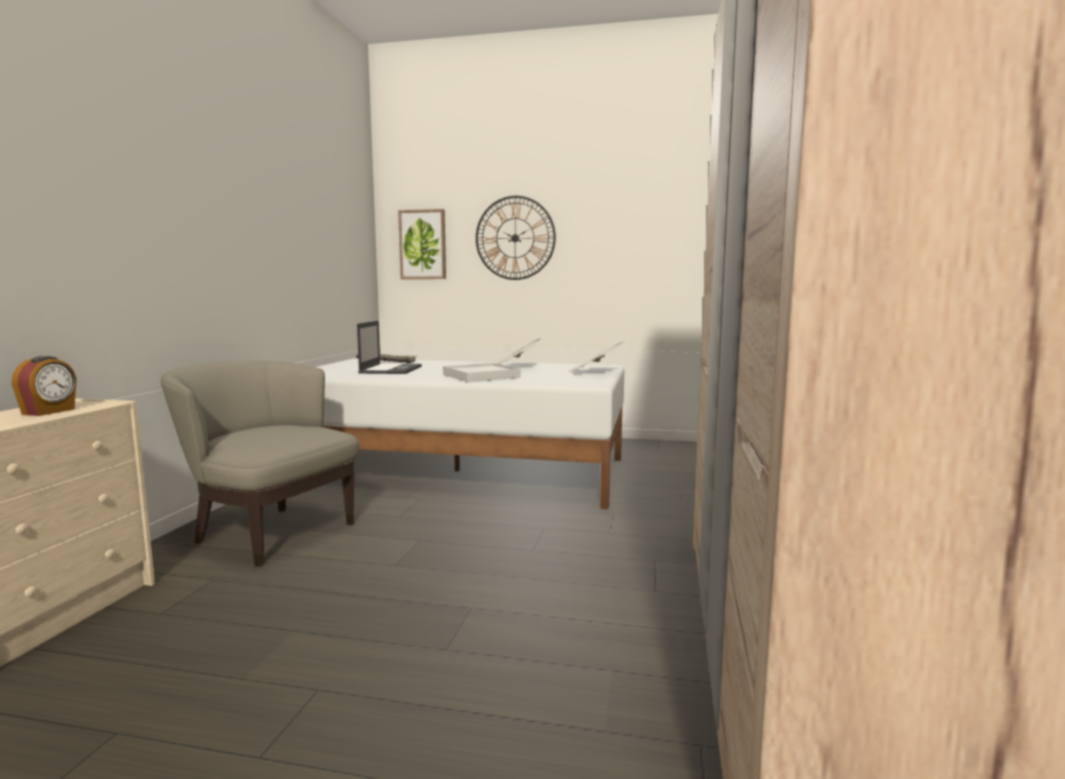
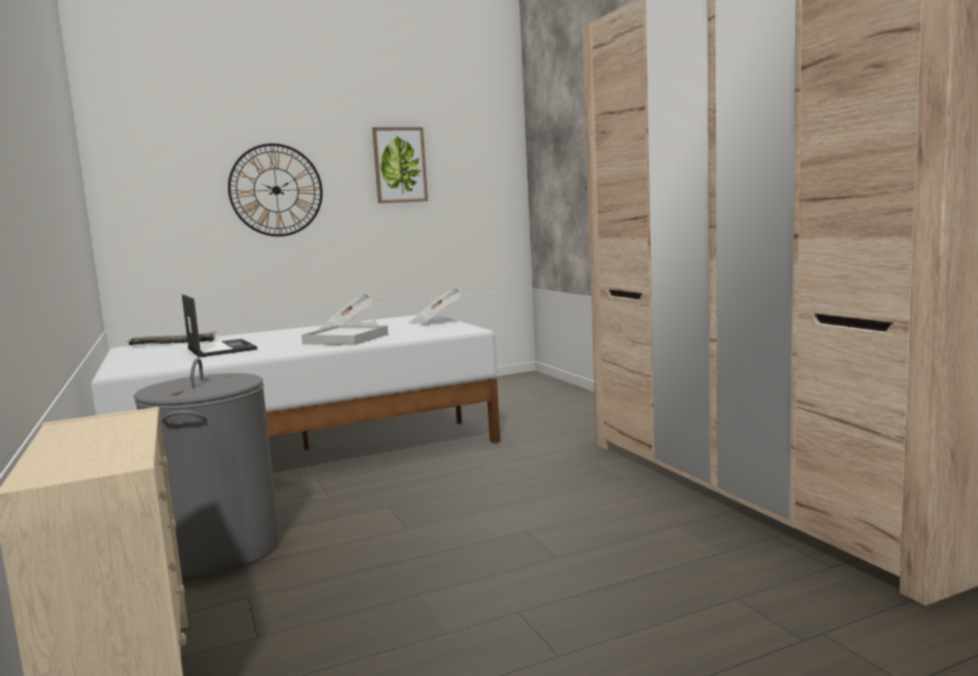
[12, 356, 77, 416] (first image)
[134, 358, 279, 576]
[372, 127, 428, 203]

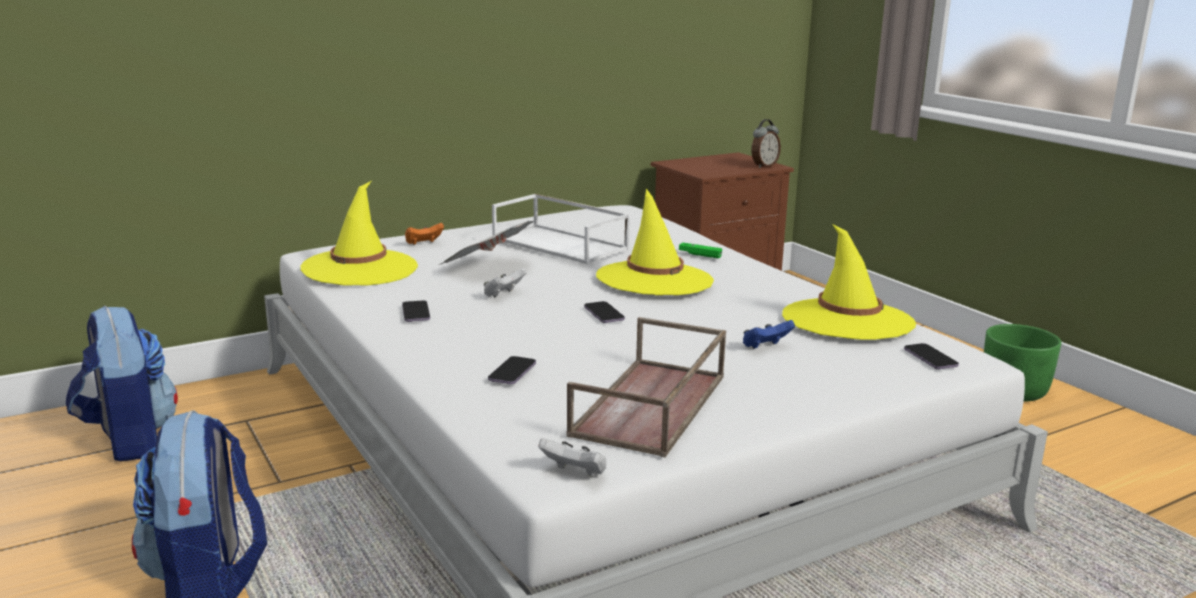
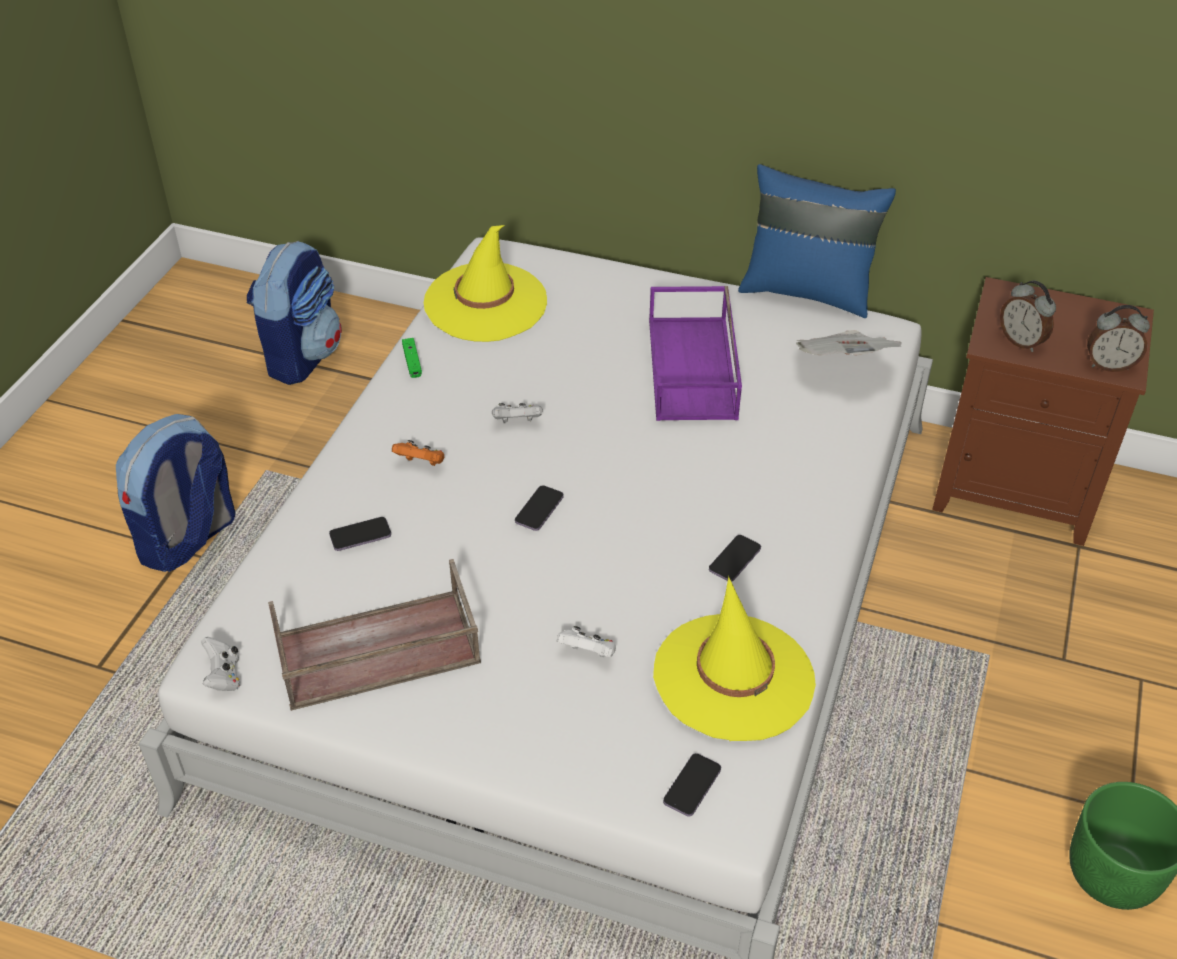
[709, 535, 761, 582]
[392, 440, 445, 466]
[796, 330, 901, 356]
[649, 286, 742, 421]
[596, 189, 714, 295] (first image)
[402, 338, 422, 378]
[557, 626, 616, 657]
[738, 164, 896, 318]
[1000, 280, 1056, 352]

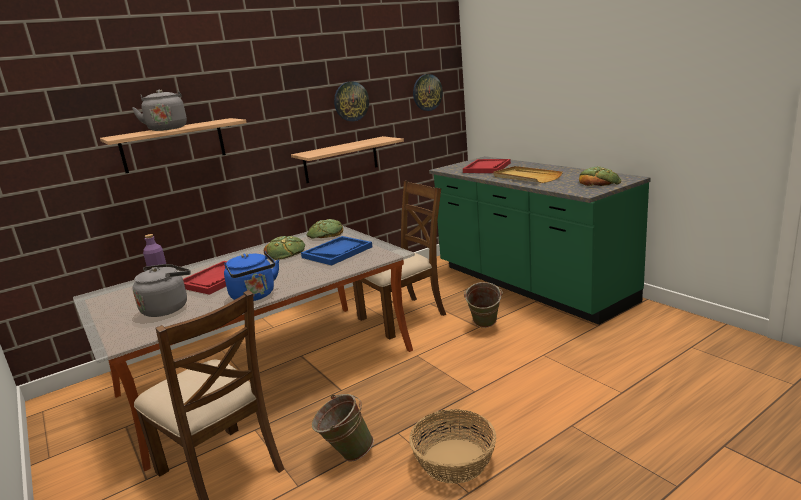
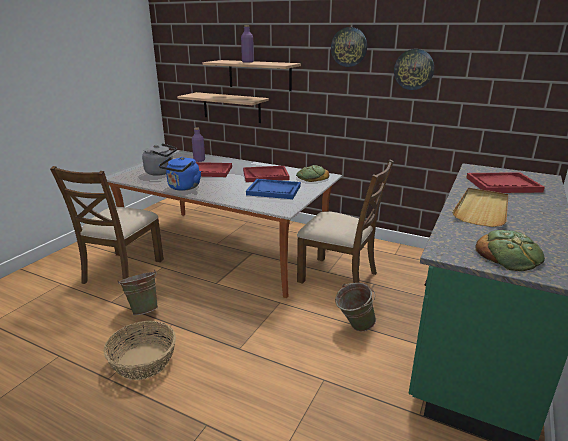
[241, 25, 254, 63]
[243, 166, 290, 182]
[177, 92, 269, 123]
[331, 27, 367, 67]

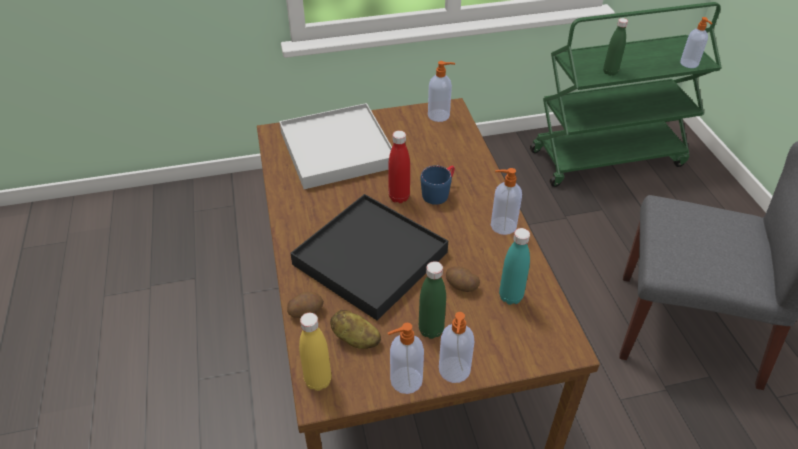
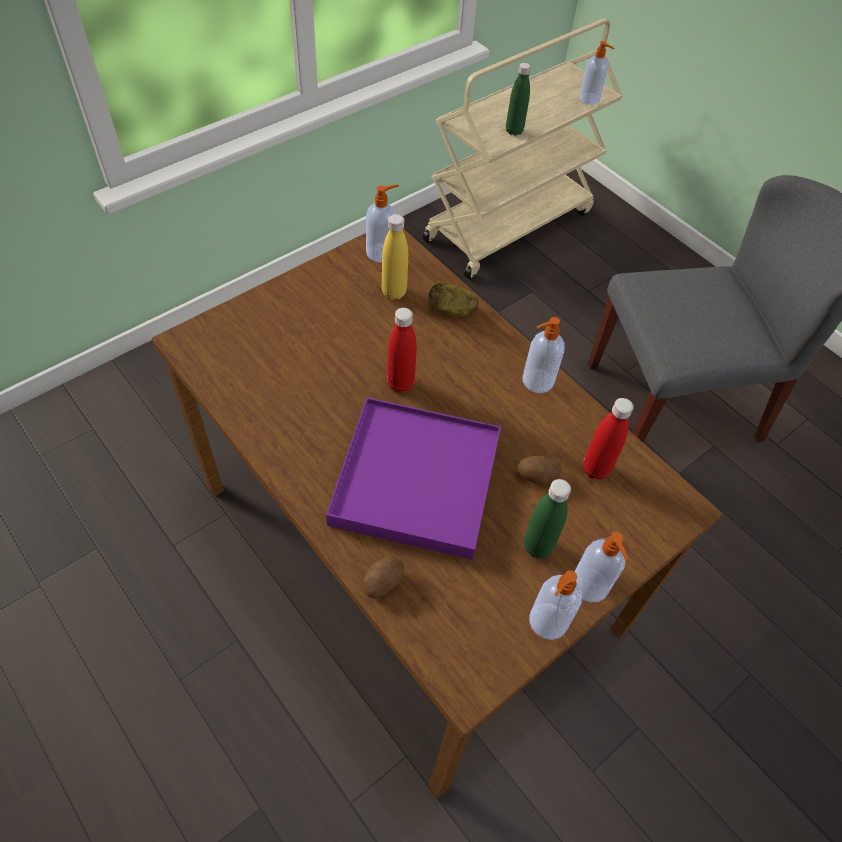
[279, 103, 392, 189] (first image)
[326, 397, 501, 560]
[382, 214, 408, 300]
[429, 283, 479, 316]
[420, 165, 455, 205] (first image)
[583, 398, 634, 480]
[423, 18, 623, 279]

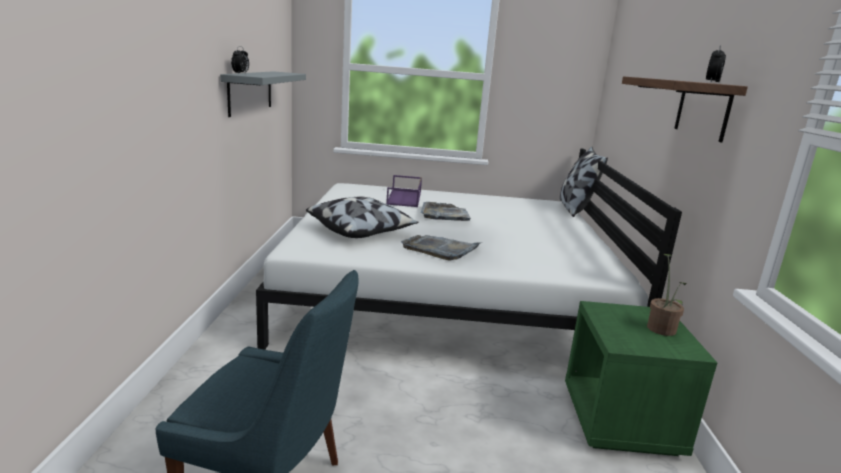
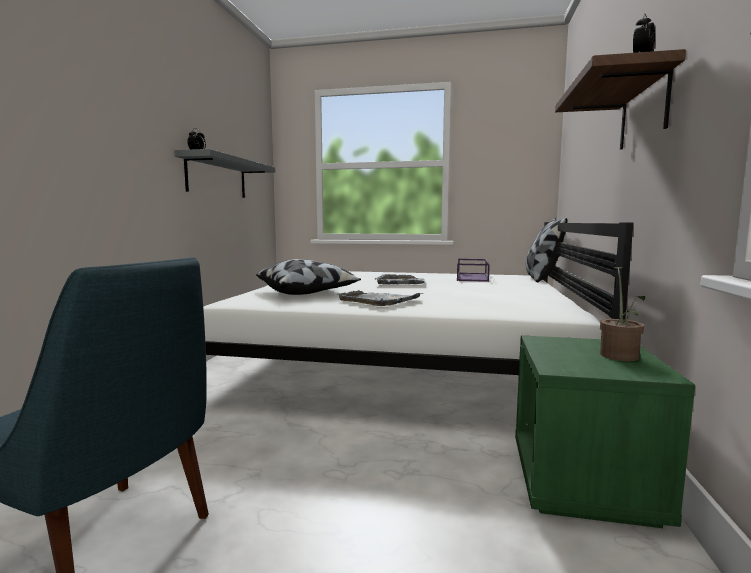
[457, 259, 490, 282]

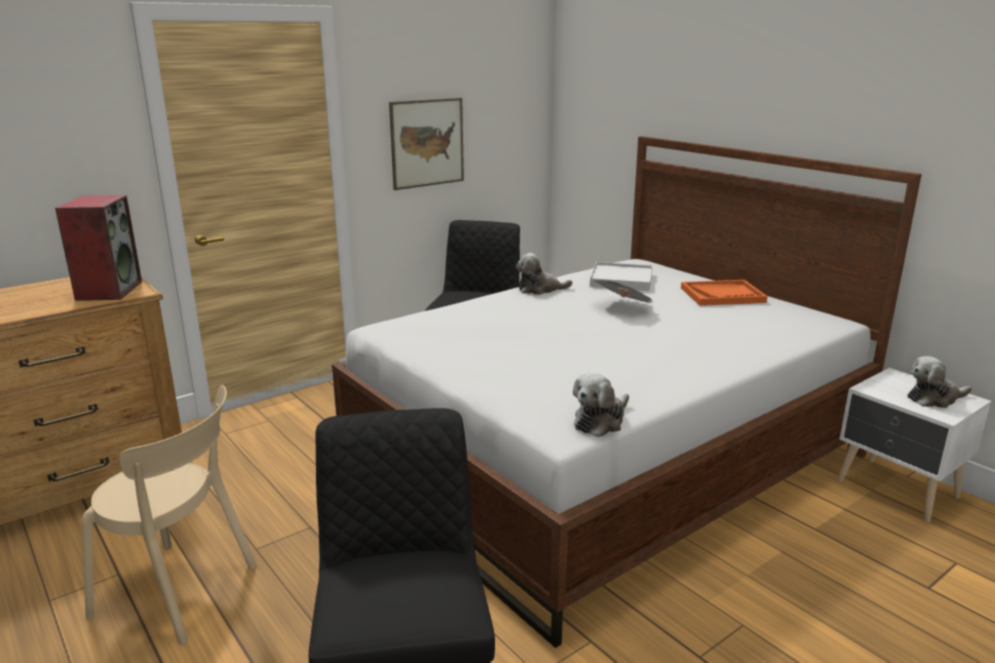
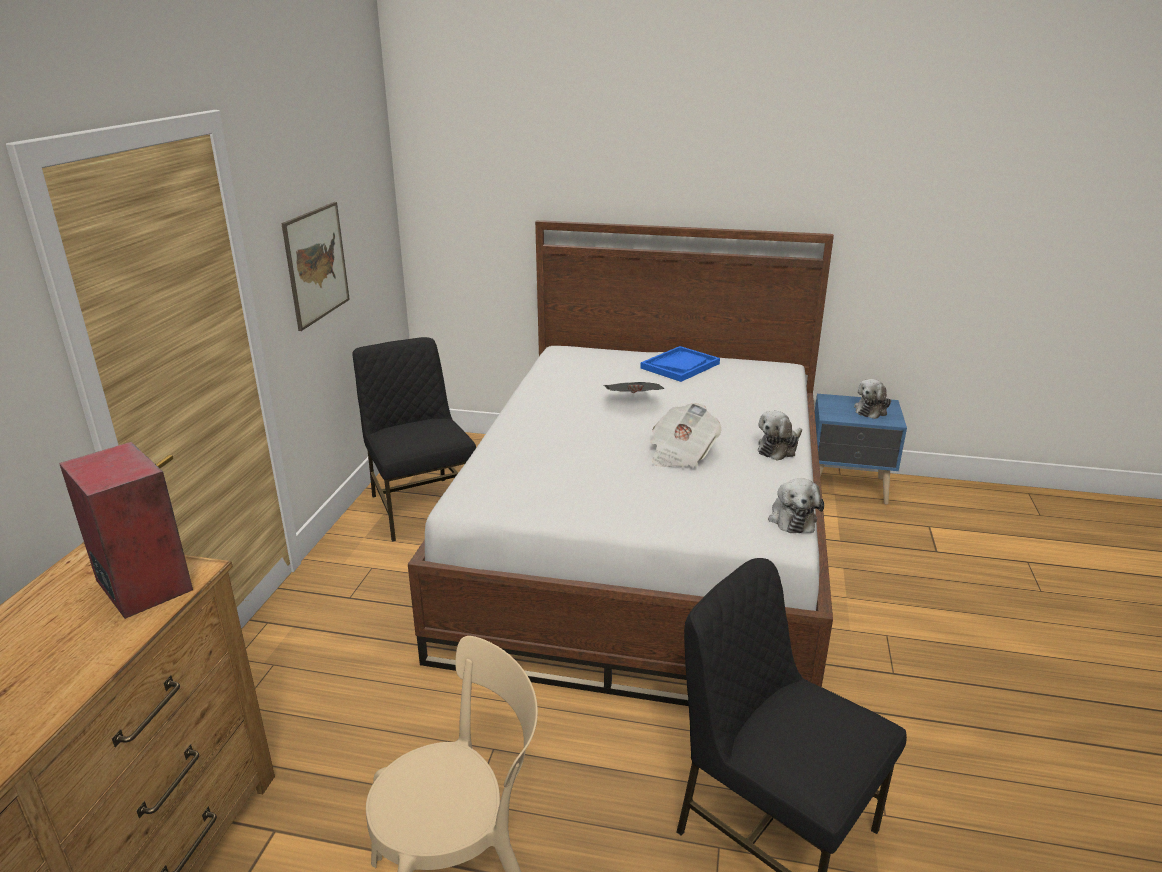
[758, 411, 802, 461]
[590, 262, 653, 291] (first image)
[640, 346, 720, 382]
[815, 394, 907, 505]
[651, 403, 722, 467]

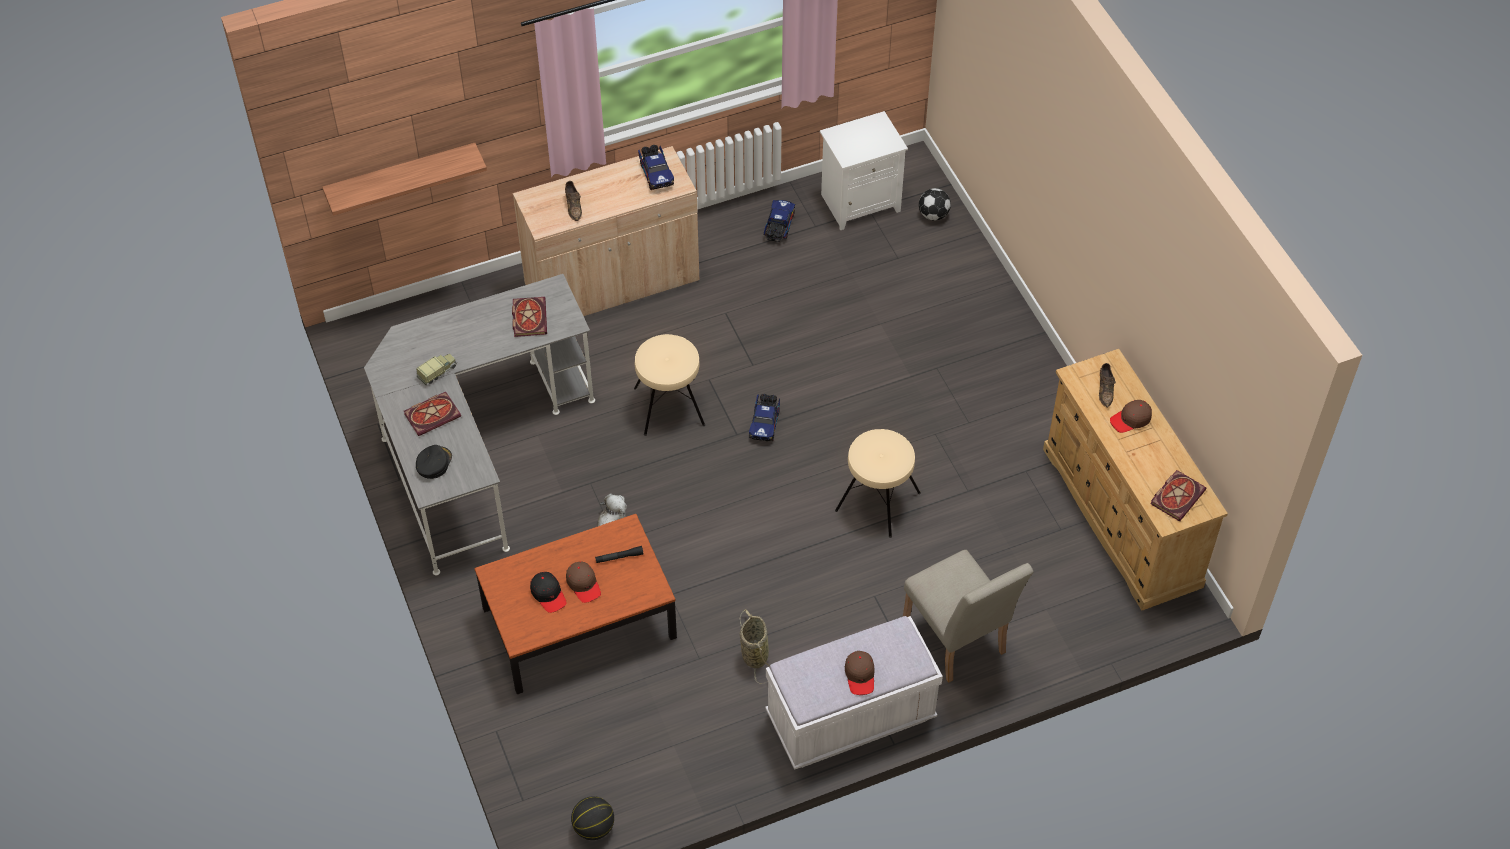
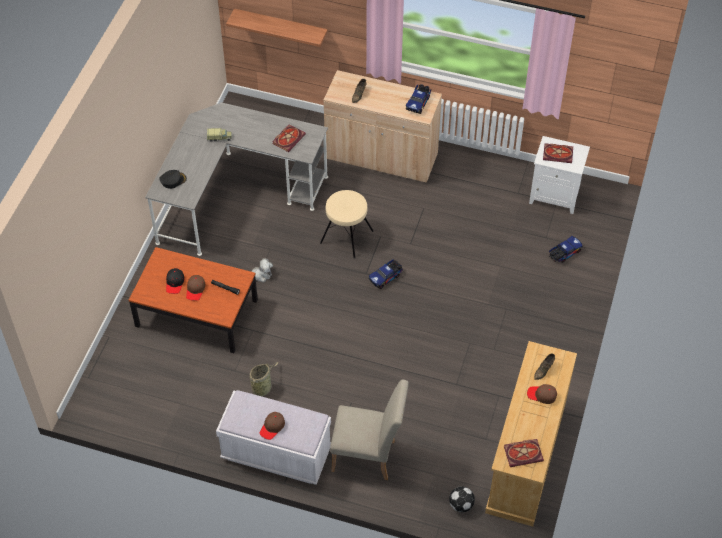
[543, 143, 573, 163]
[571, 796, 614, 840] (first image)
[549, 236, 583, 263]
[835, 429, 921, 538] (first image)
[330, 379, 409, 480]
[449, 486, 475, 512]

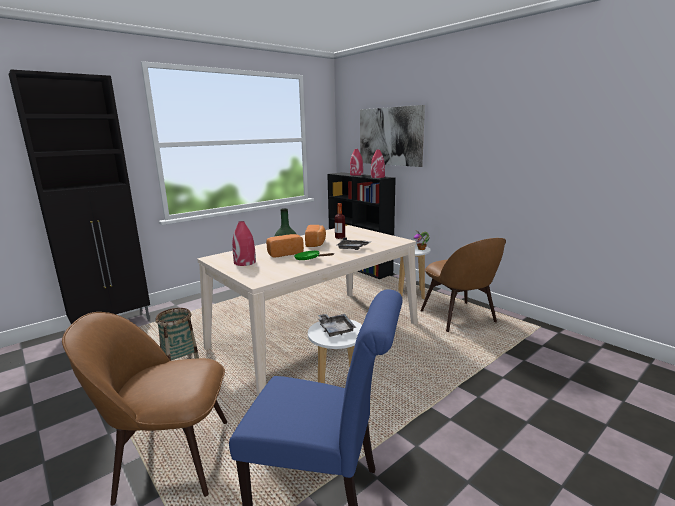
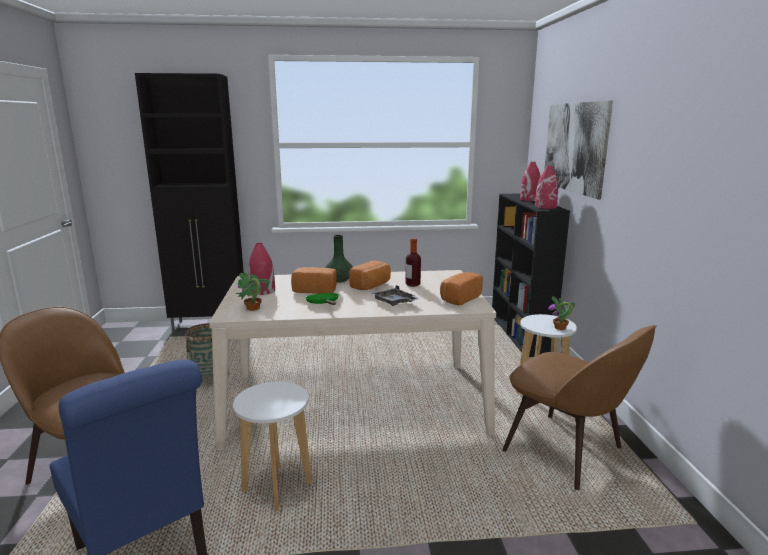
[318, 314, 356, 337] (first image)
[502, 325, 656, 490]
[235, 273, 270, 311]
[440, 272, 483, 305]

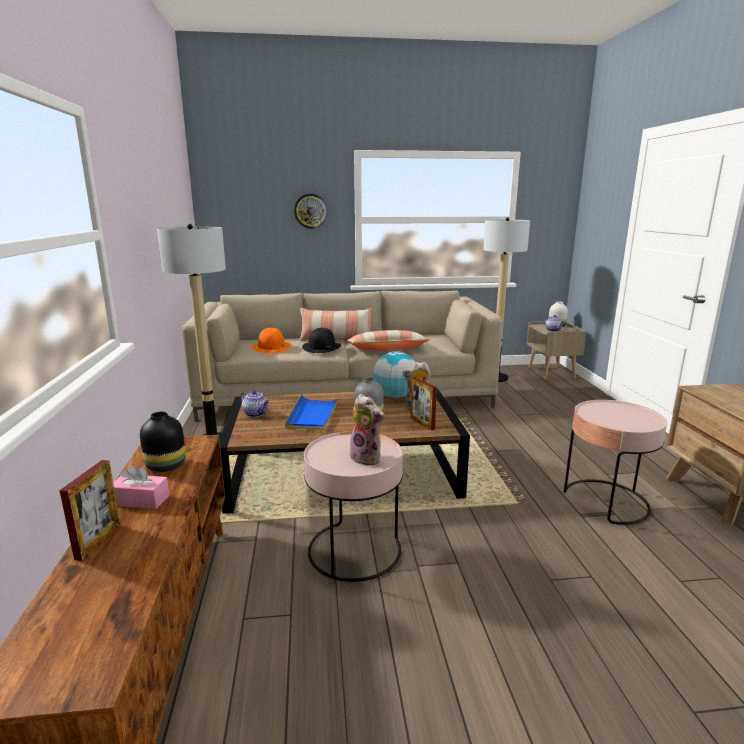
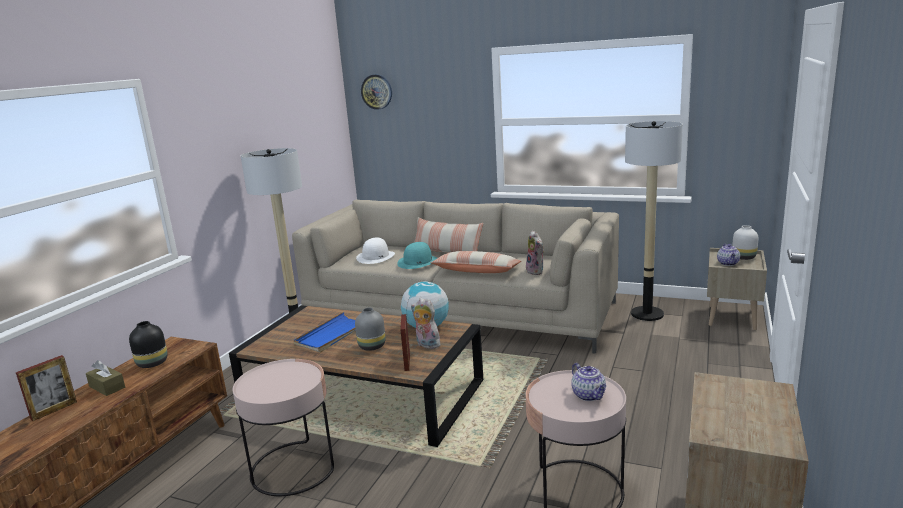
[86, 360, 125, 396]
[571, 363, 606, 401]
[356, 237, 395, 264]
[361, 74, 392, 110]
[397, 242, 437, 269]
[526, 231, 544, 275]

